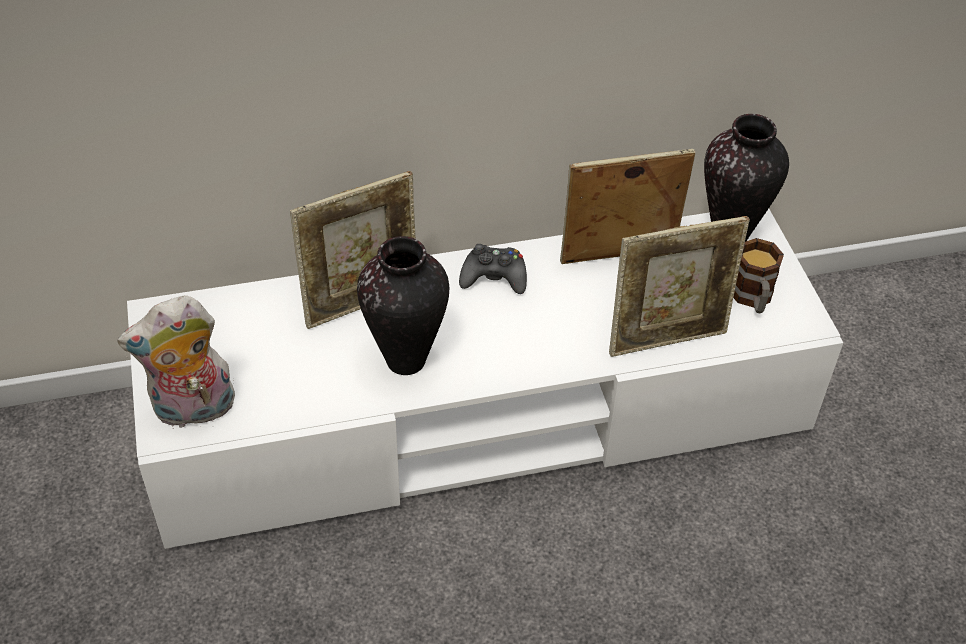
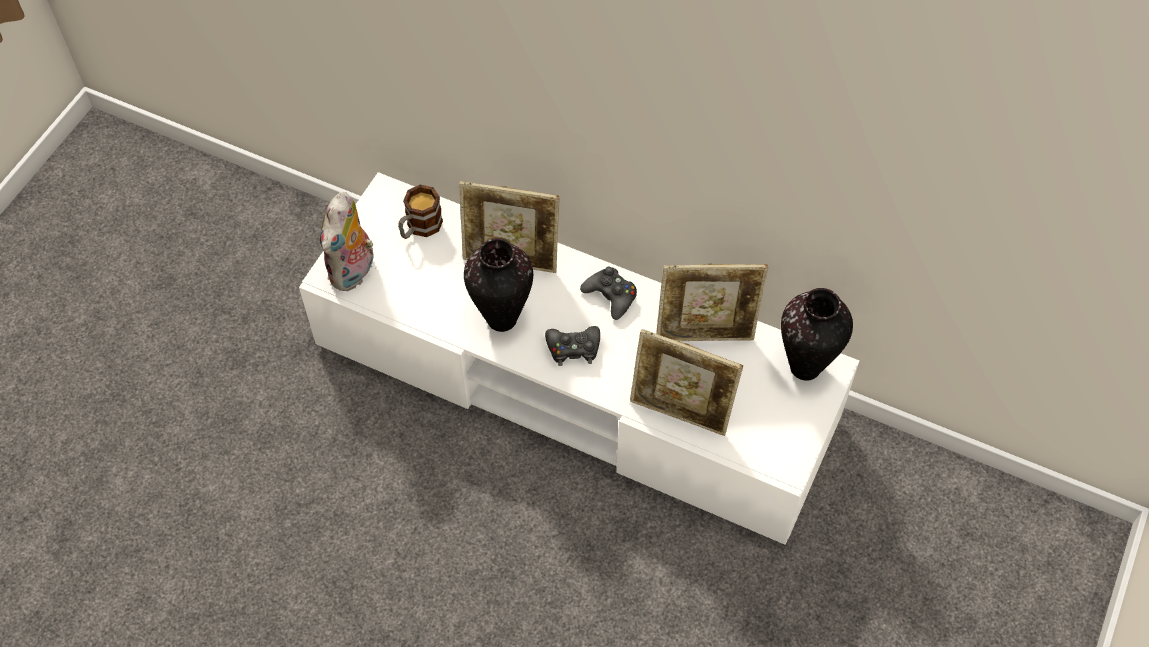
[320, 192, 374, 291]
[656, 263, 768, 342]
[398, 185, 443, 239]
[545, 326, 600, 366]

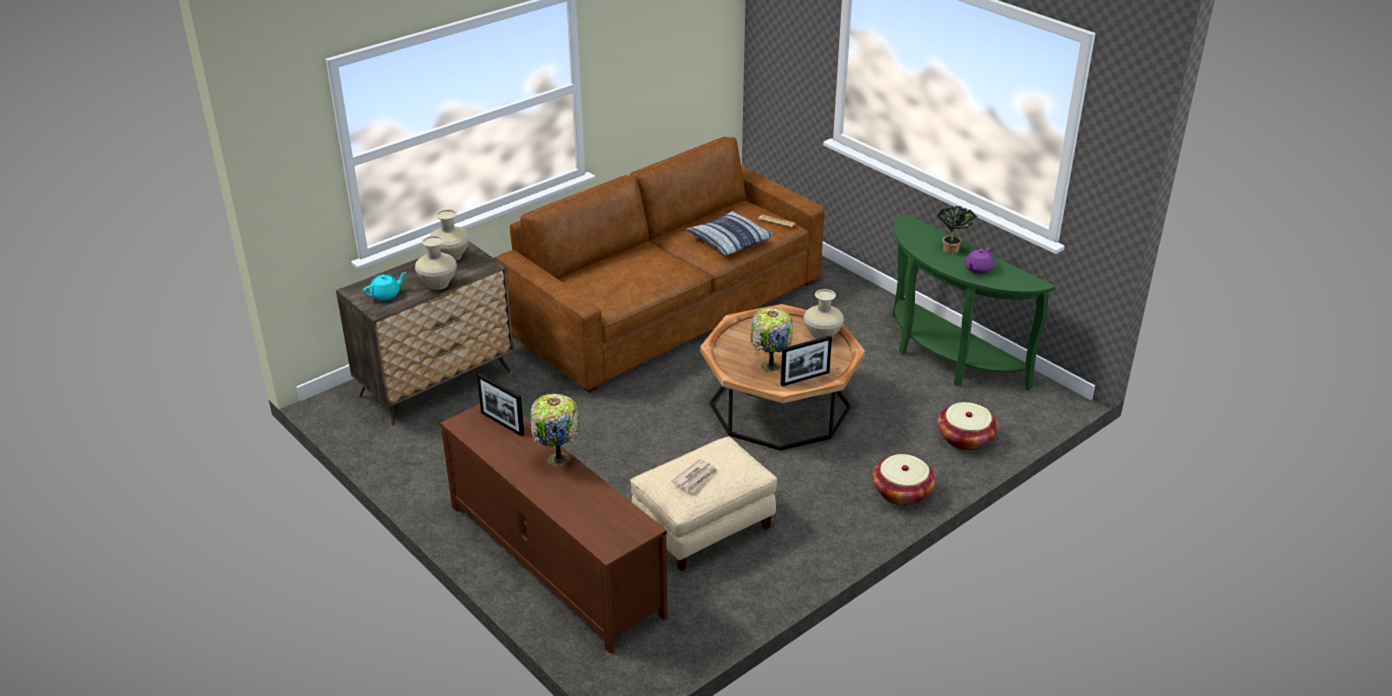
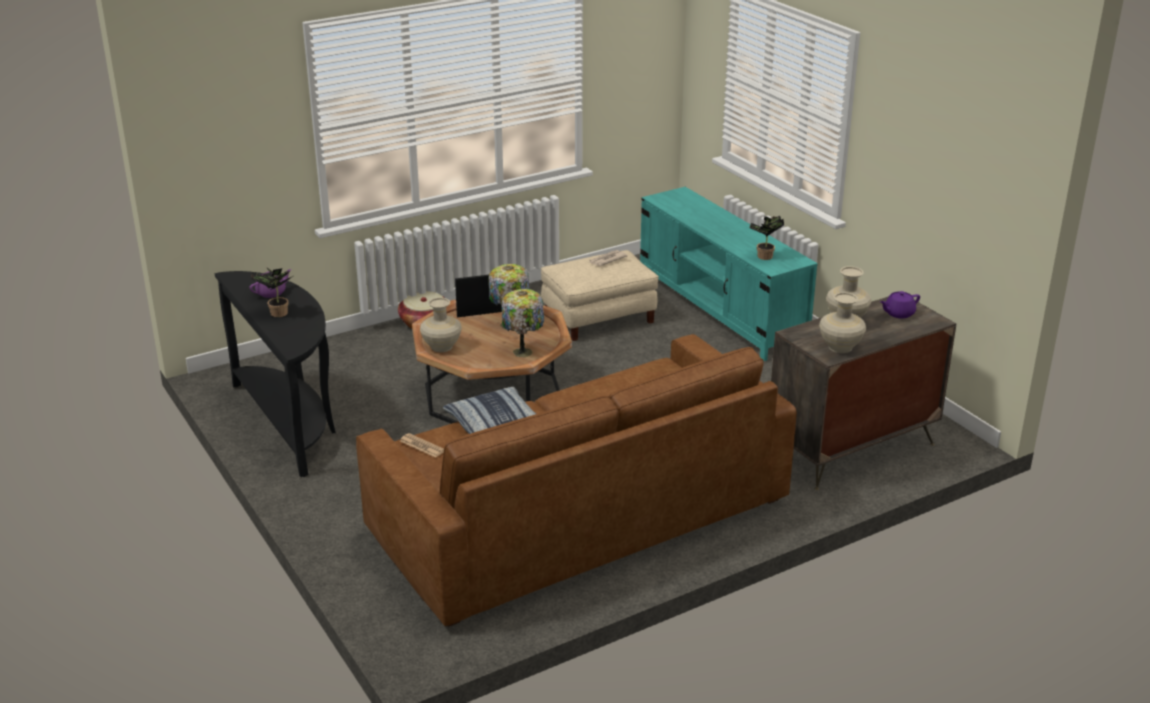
[880, 291, 920, 318]
[640, 187, 818, 361]
[749, 215, 784, 260]
[501, 289, 544, 357]
[214, 271, 336, 477]
[938, 402, 998, 451] (first image)

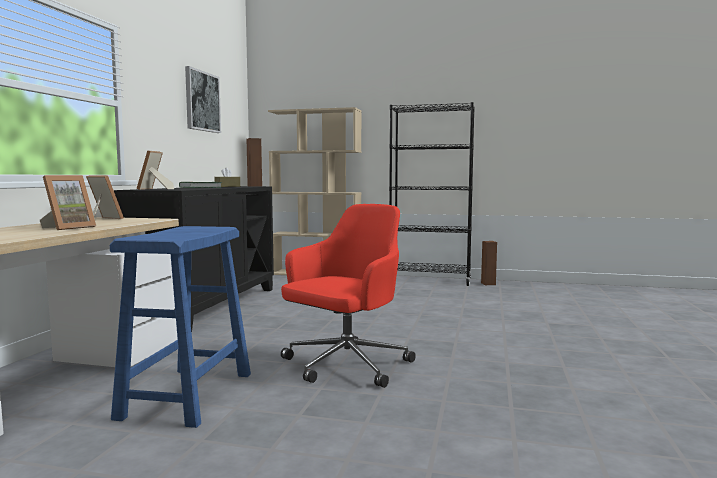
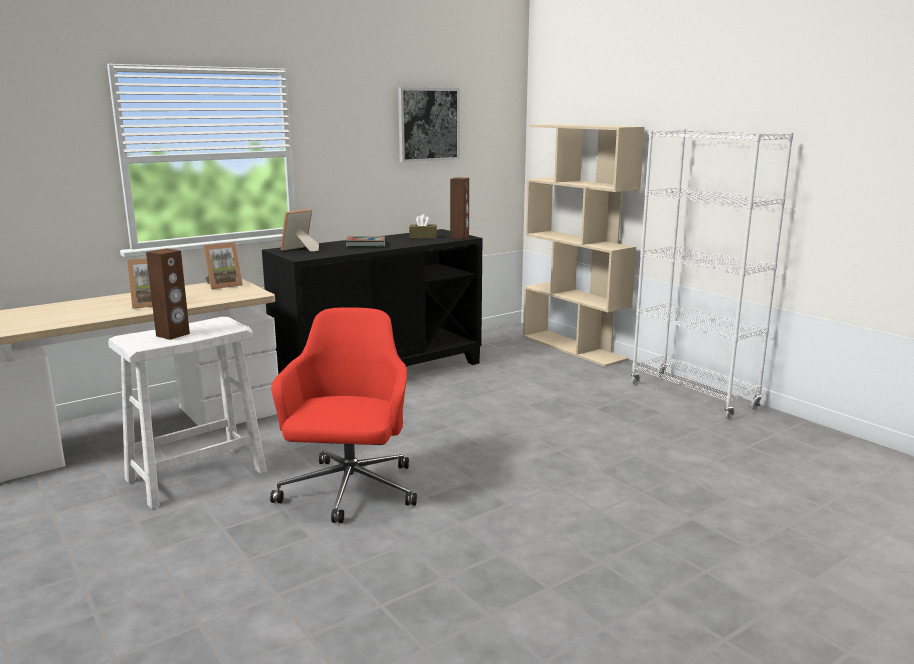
[203, 243, 243, 289]
[108, 317, 267, 509]
[270, 307, 417, 523]
[631, 129, 794, 419]
[146, 249, 190, 340]

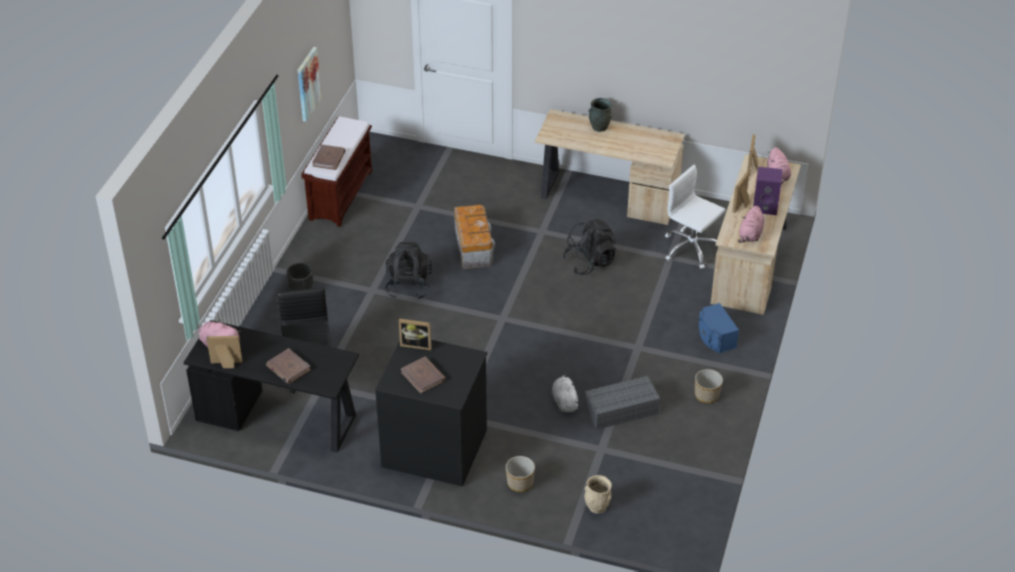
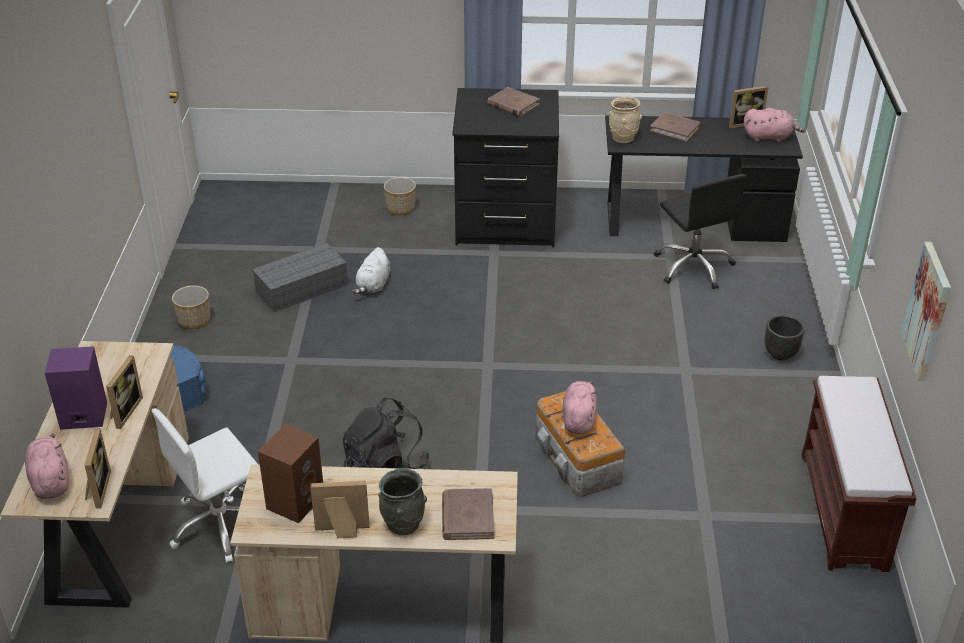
[442, 488, 494, 540]
[385, 242, 432, 300] (first image)
[310, 481, 369, 538]
[352, 247, 390, 294]
[609, 96, 642, 143]
[152, 408, 258, 563]
[562, 381, 597, 434]
[258, 424, 323, 523]

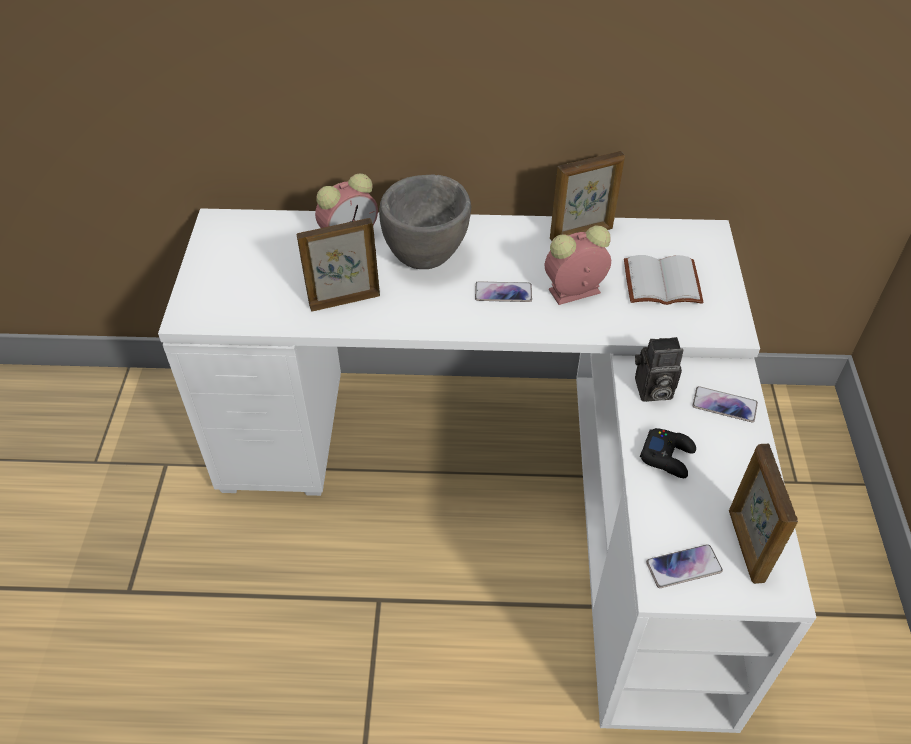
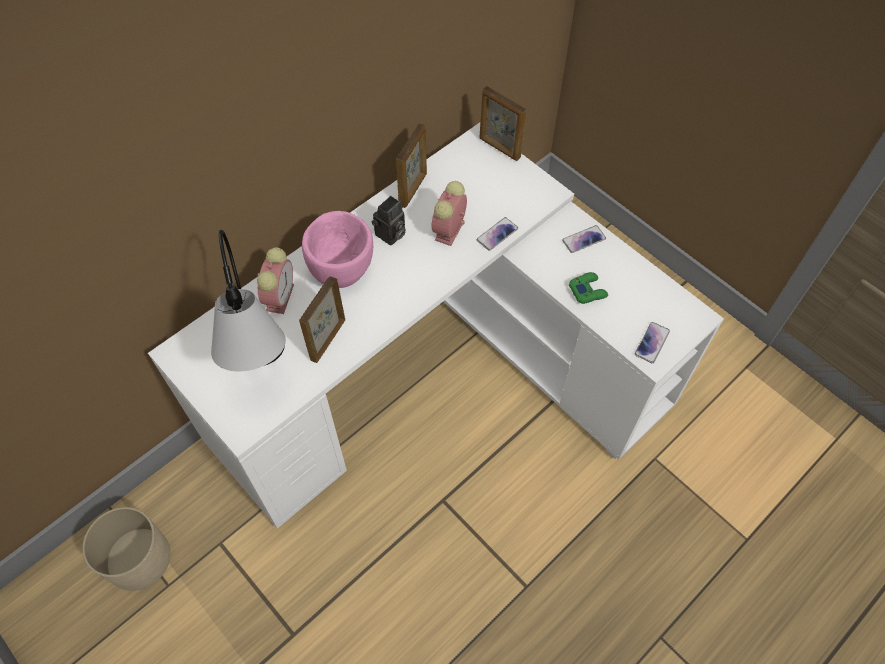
[302, 211, 373, 288]
[477, 217, 518, 251]
[624, 255, 704, 305] (first image)
[372, 196, 406, 245]
[569, 272, 608, 304]
[480, 86, 527, 161]
[82, 507, 171, 591]
[211, 230, 286, 371]

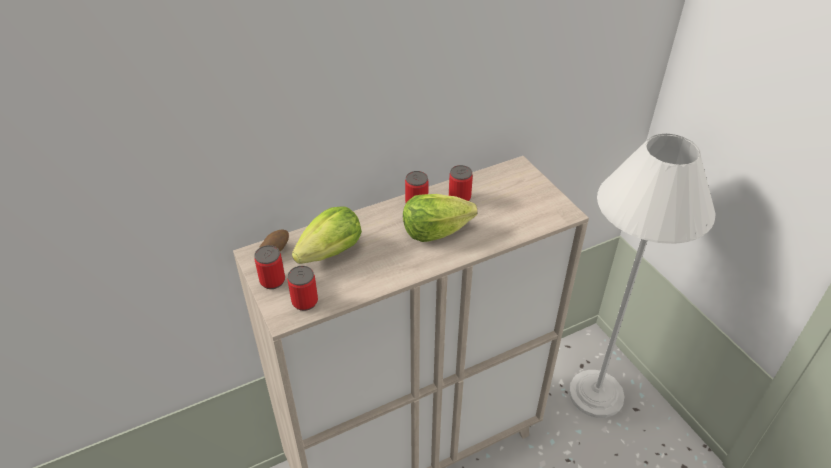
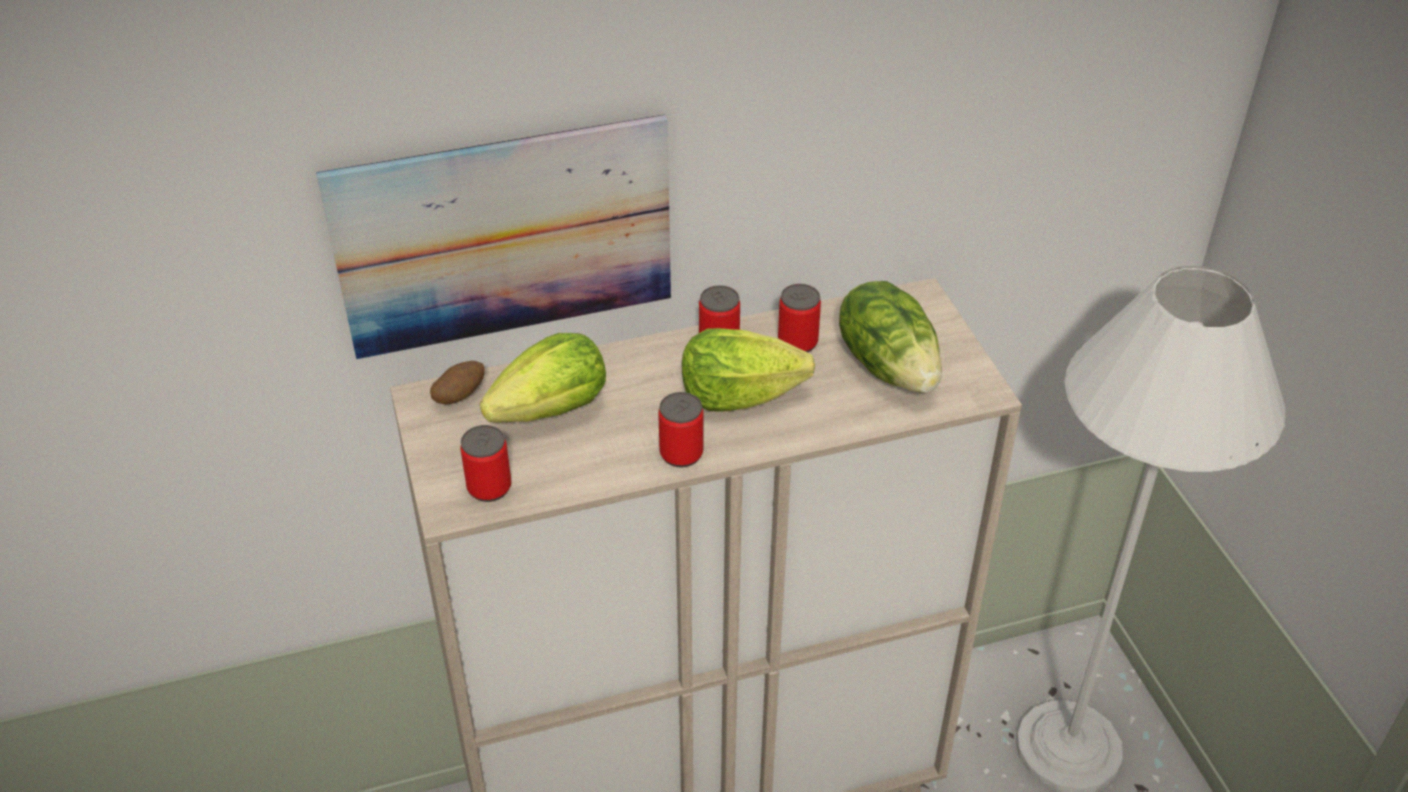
[658, 392, 703, 468]
[316, 114, 671, 359]
[839, 281, 942, 393]

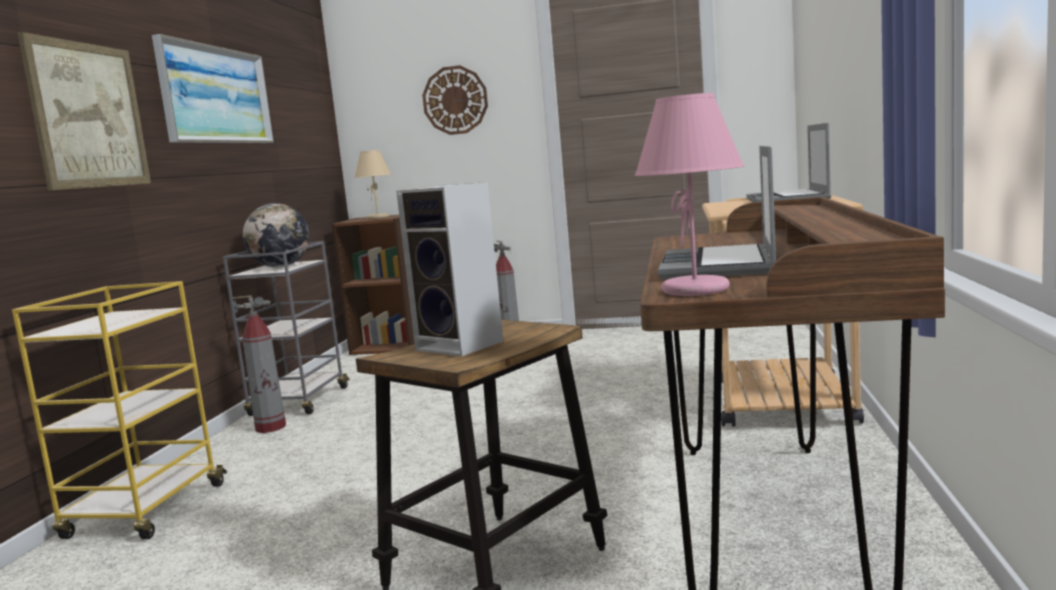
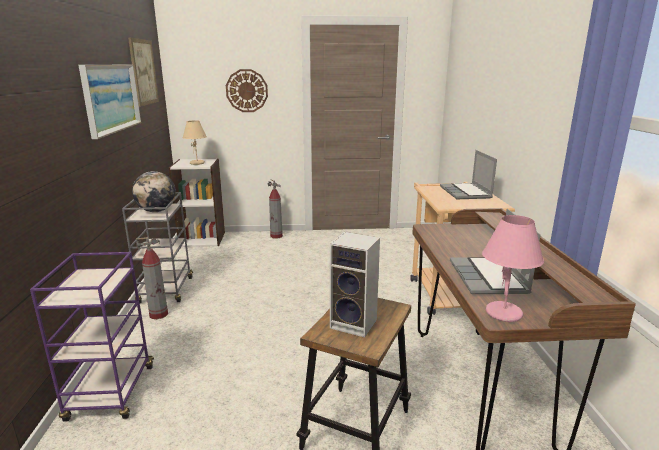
[30, 252, 154, 422]
[128, 37, 159, 107]
[169, 159, 225, 247]

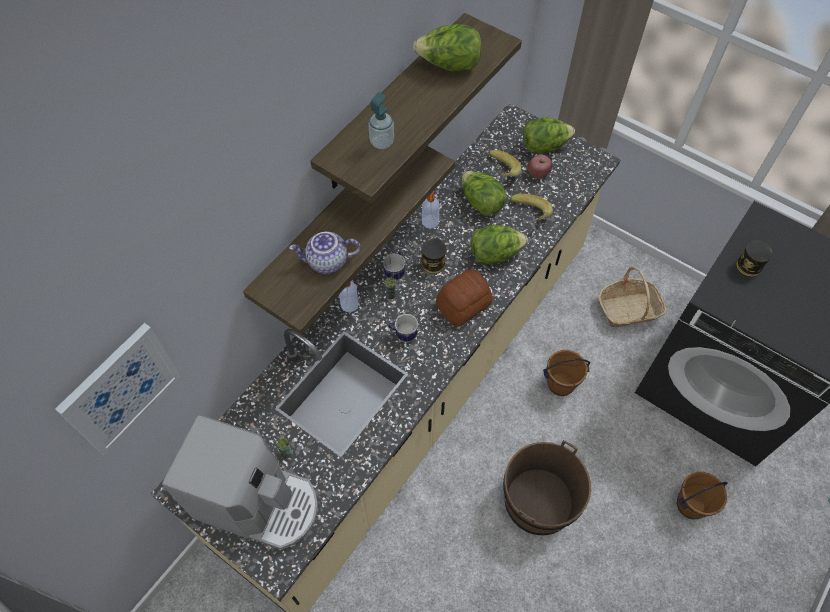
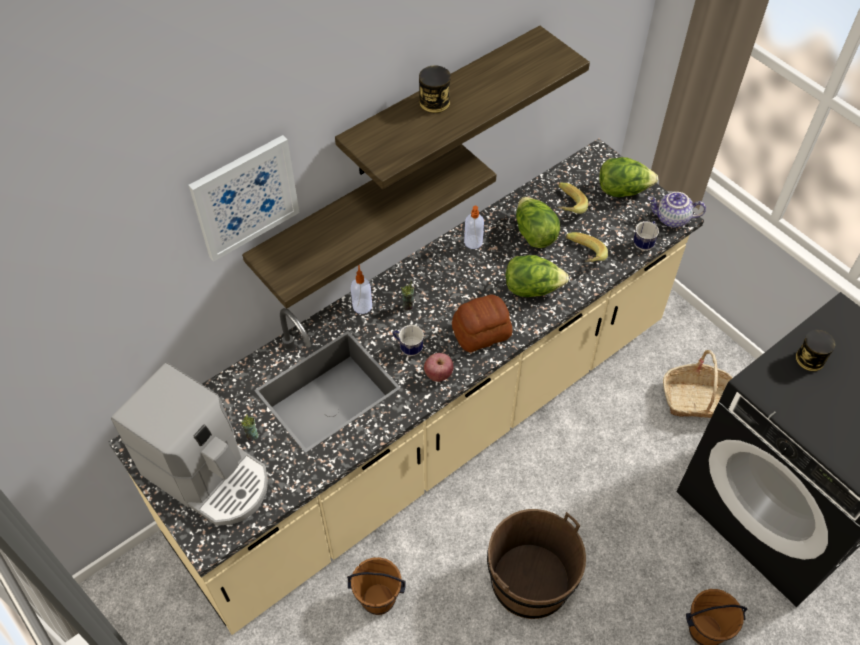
[189, 135, 300, 262]
[647, 192, 706, 228]
[368, 92, 394, 149] (first image)
[634, 221, 659, 251]
[413, 24, 482, 71] (first image)
[419, 65, 451, 113]
[424, 353, 453, 382]
[347, 557, 406, 615]

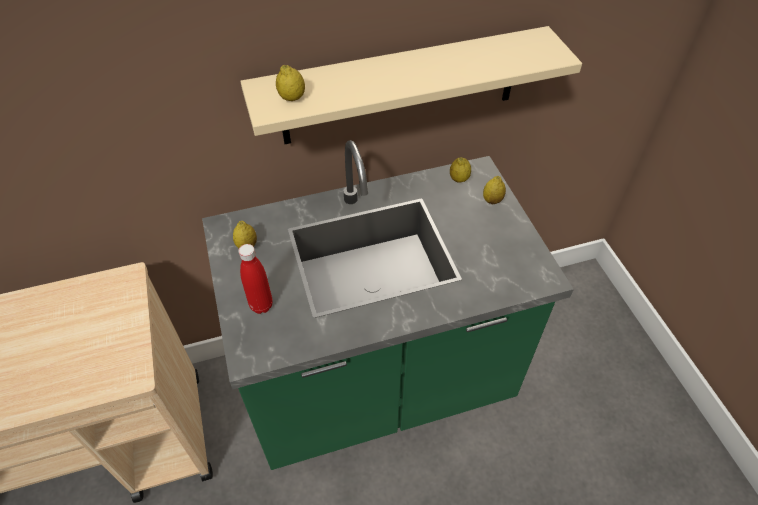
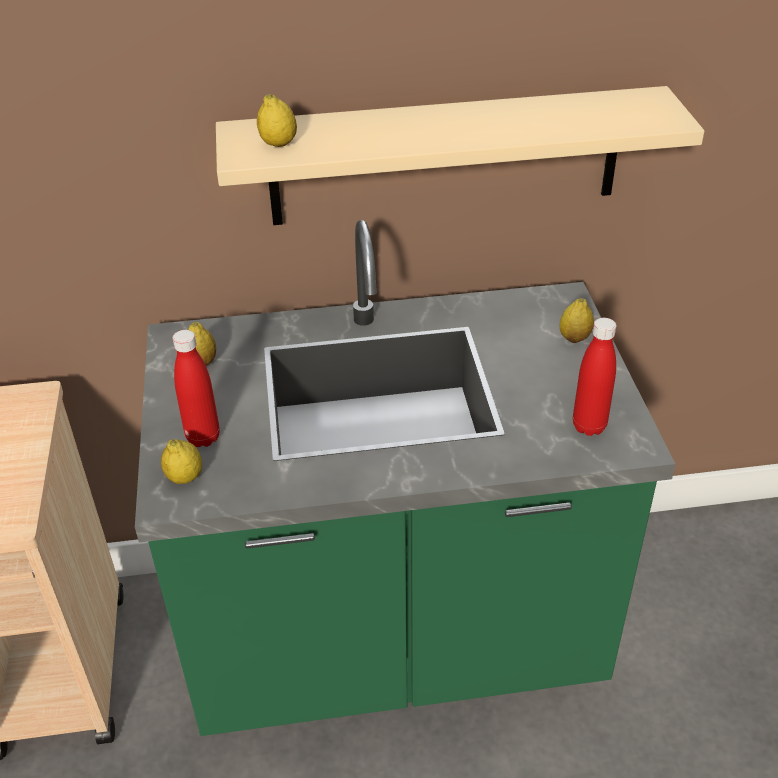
[161, 439, 202, 484]
[573, 318, 616, 436]

